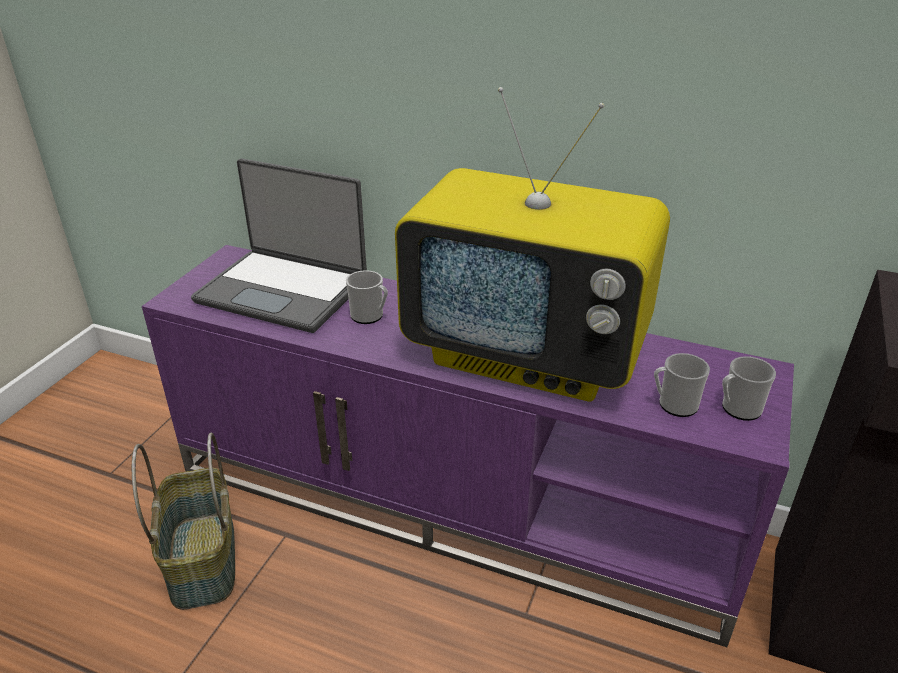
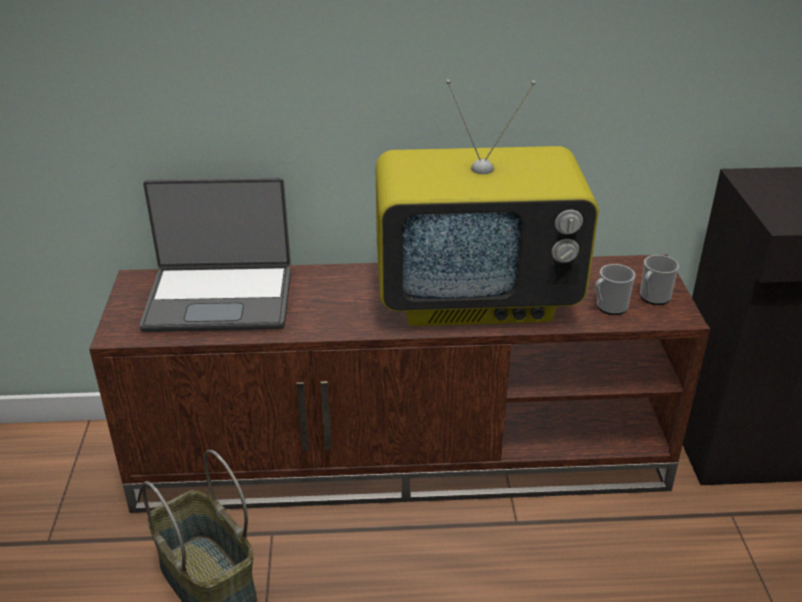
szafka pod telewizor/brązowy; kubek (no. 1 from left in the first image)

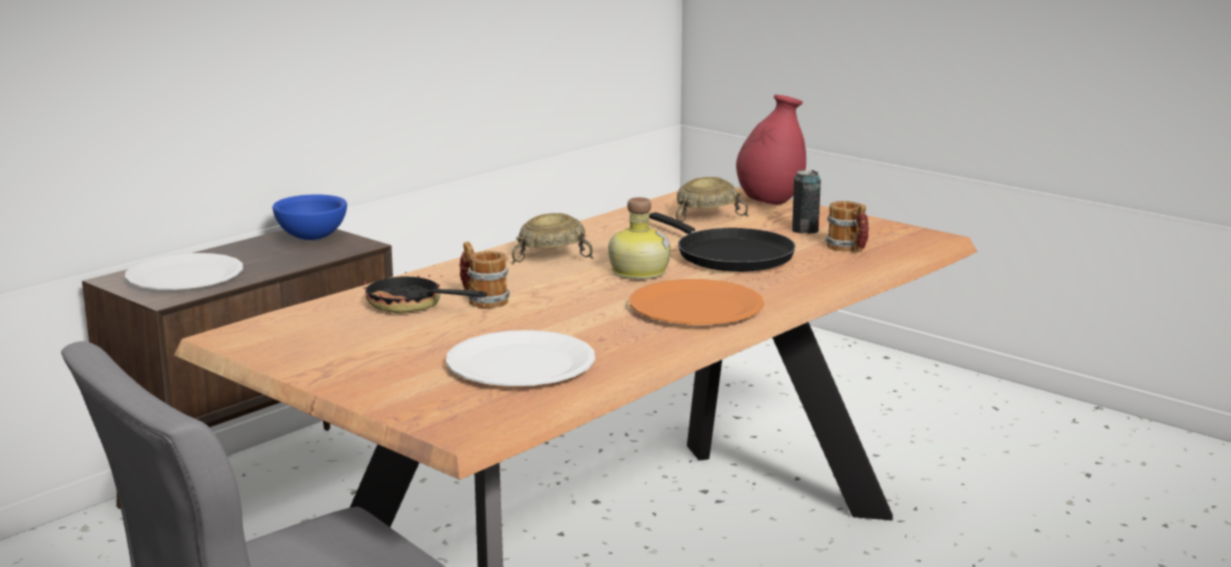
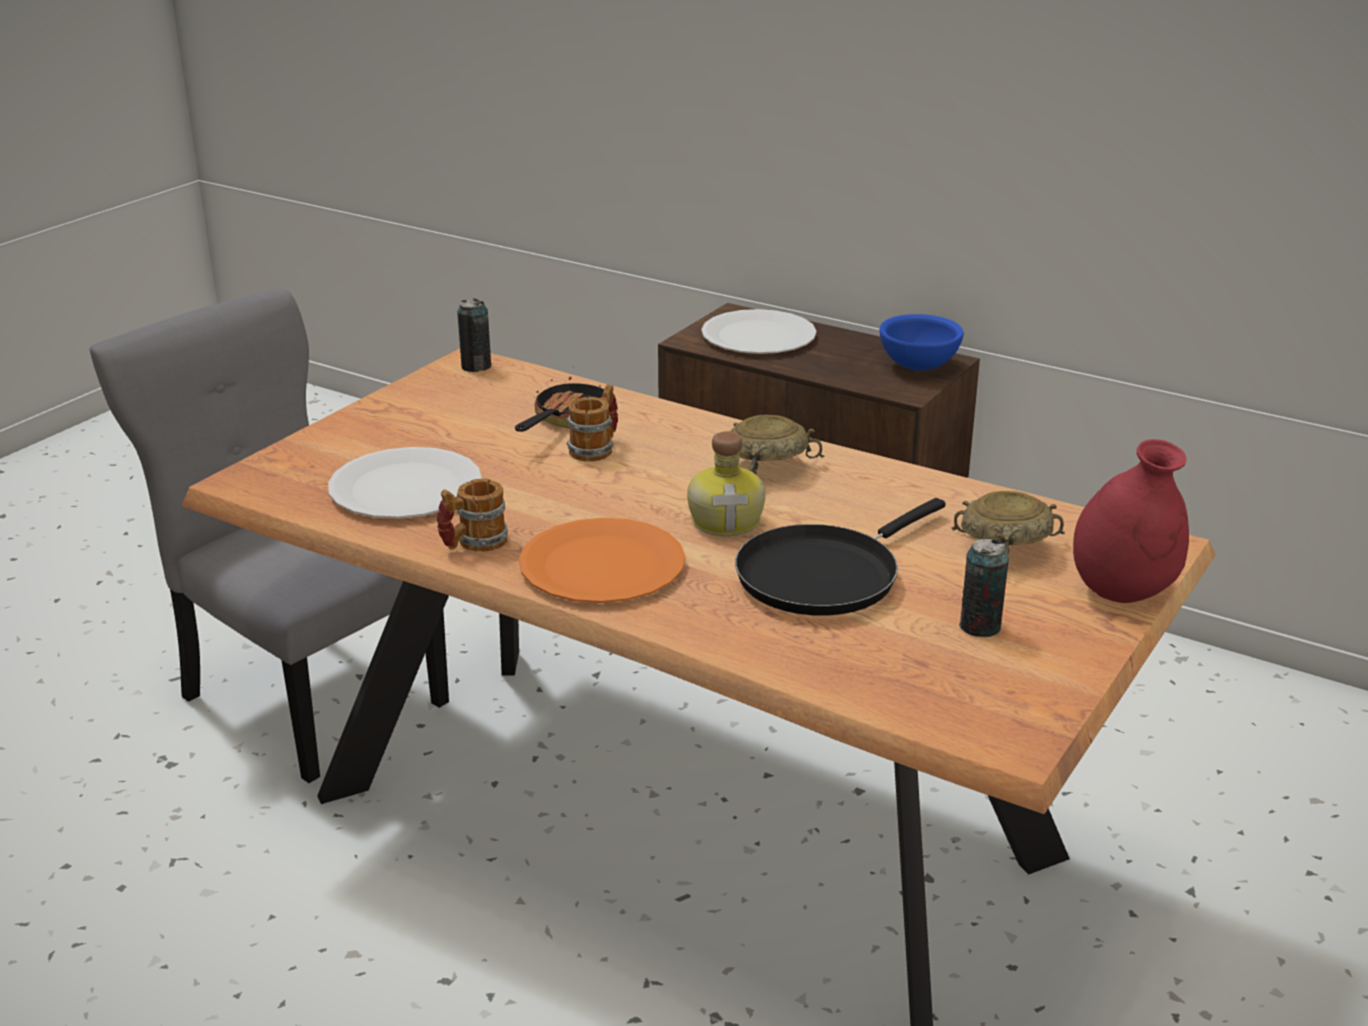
kubek (no. 1 from left); puszka (no. 1 from left)

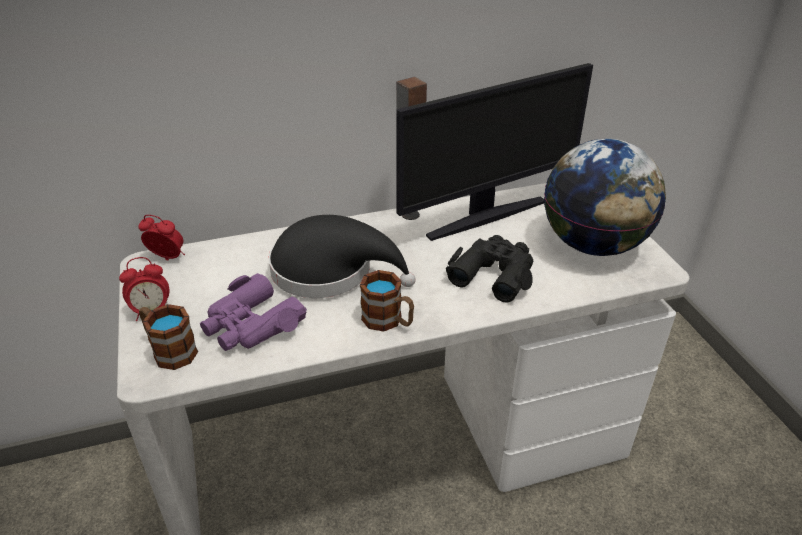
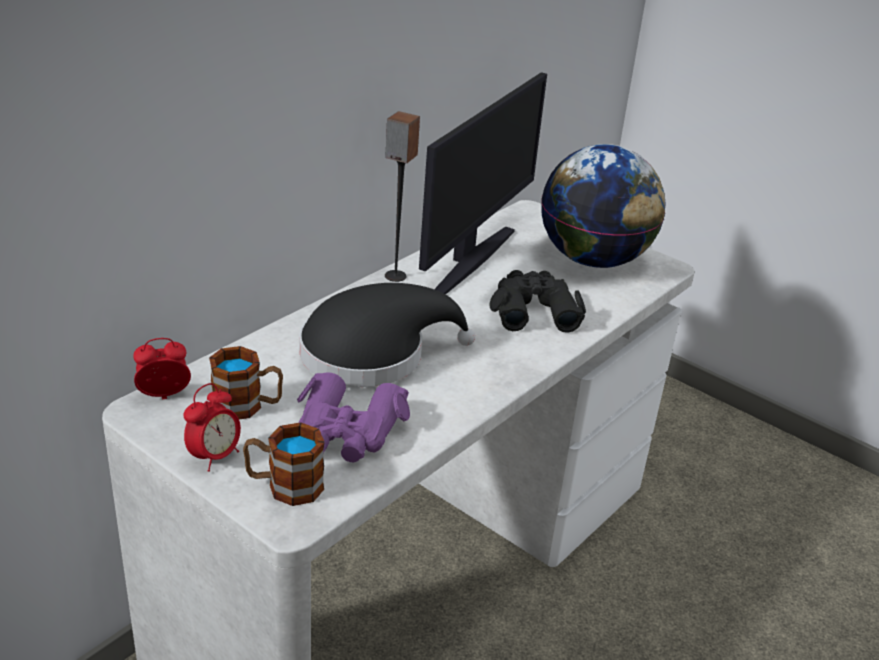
kubek (no. 1 from left)

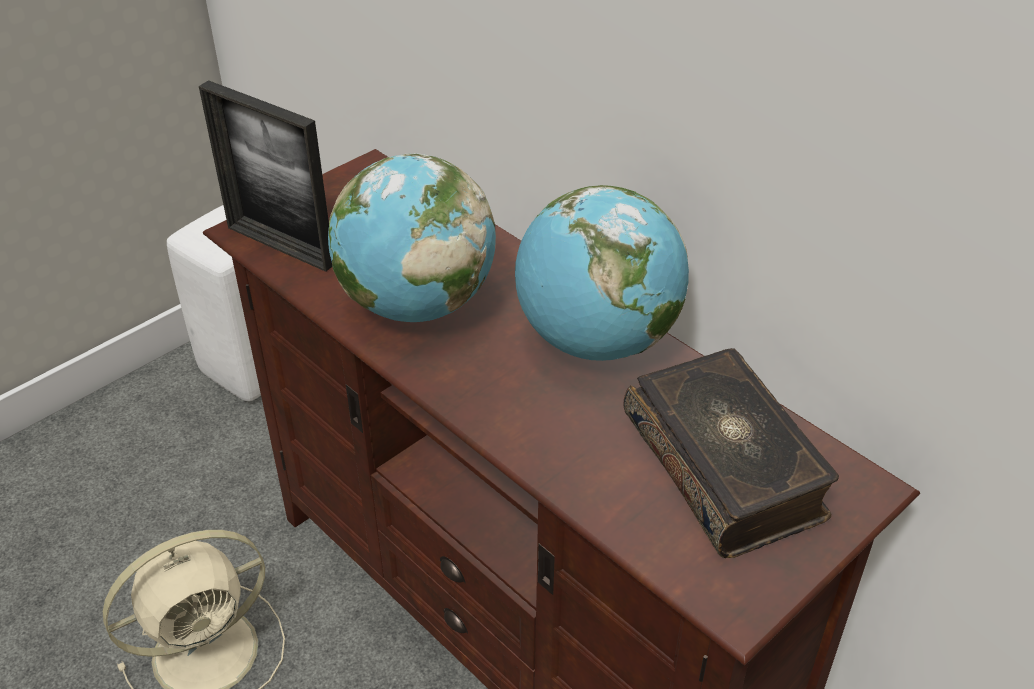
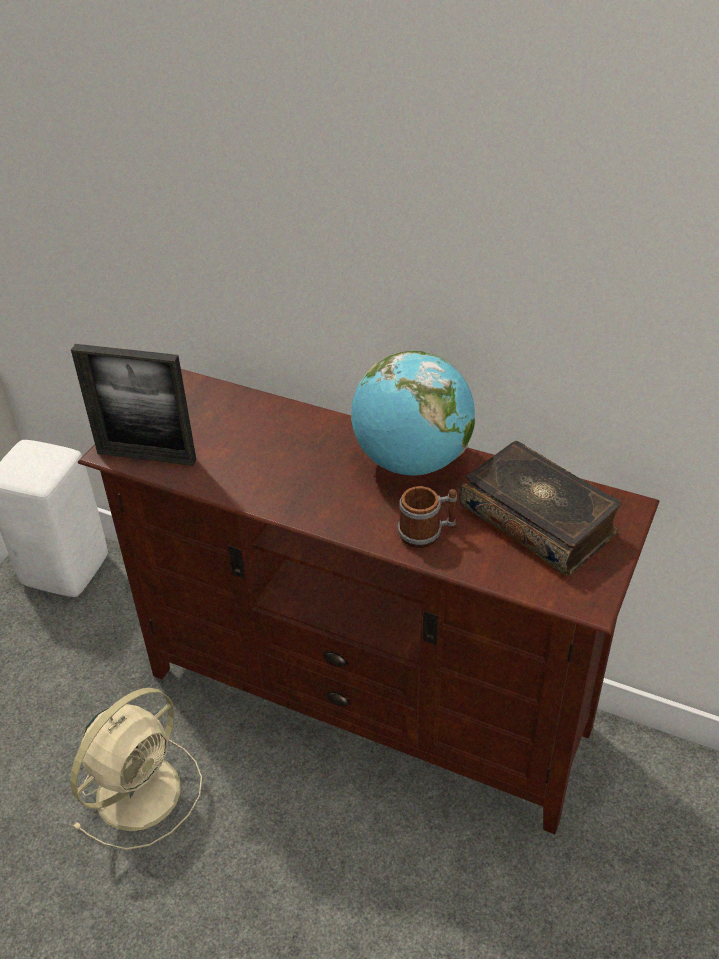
kubek; globus (no. 1 from left in the first image)

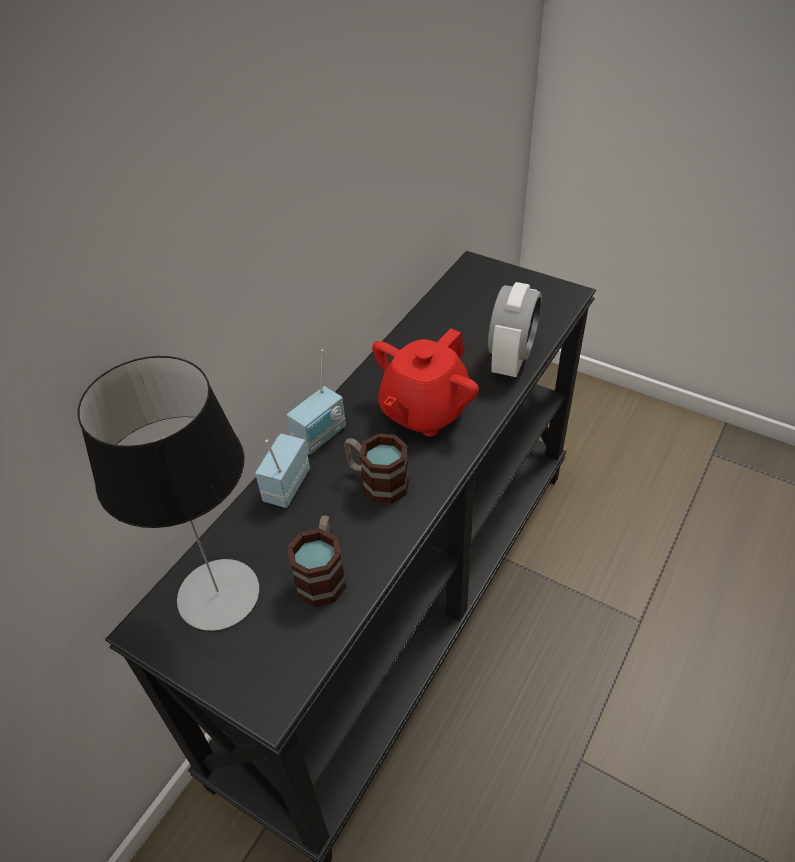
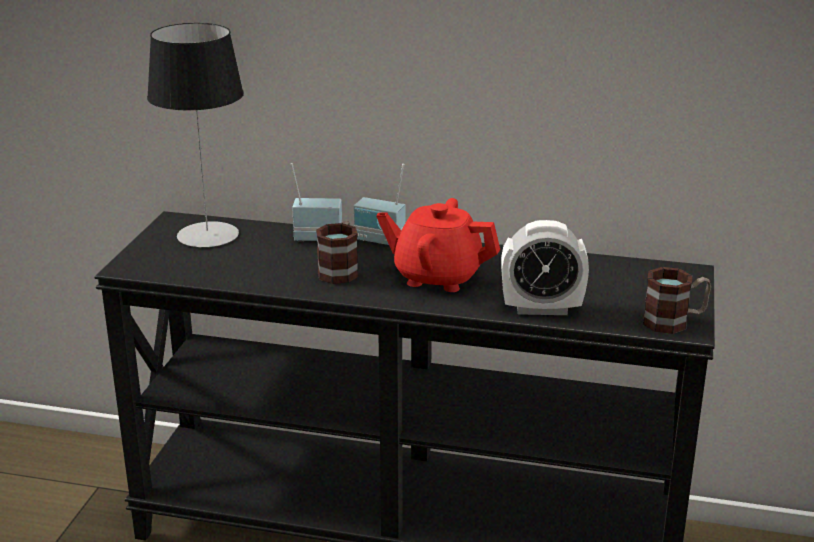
kubek (no. 2 from left)

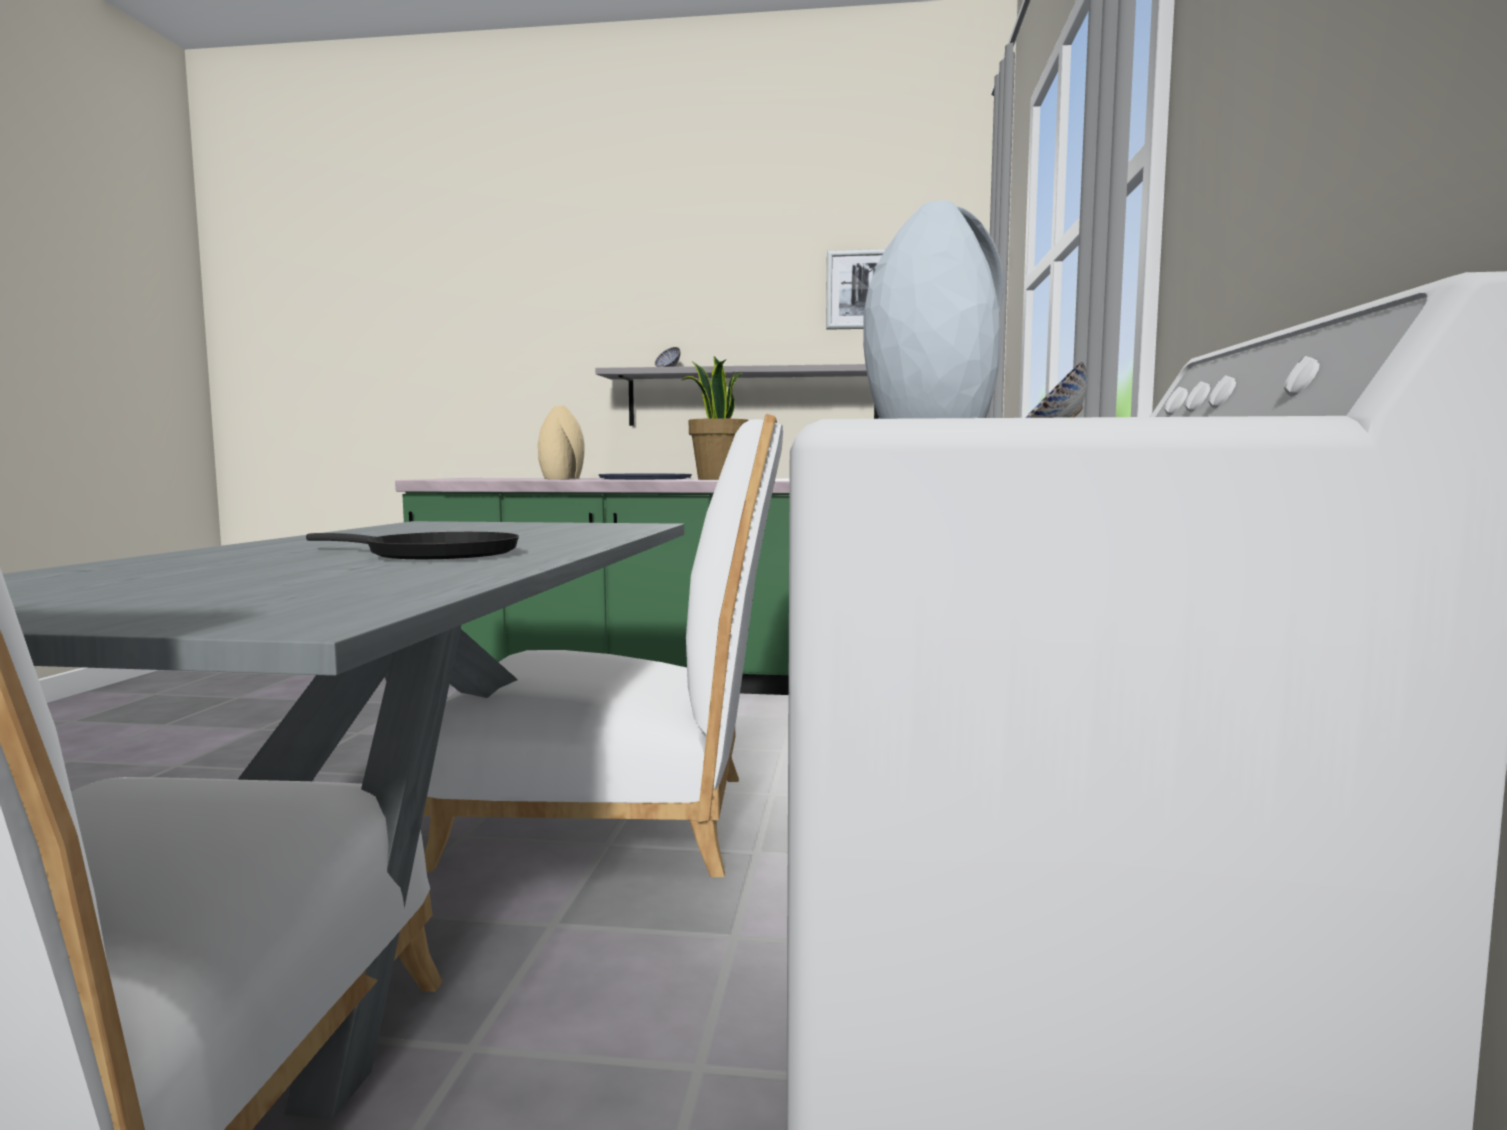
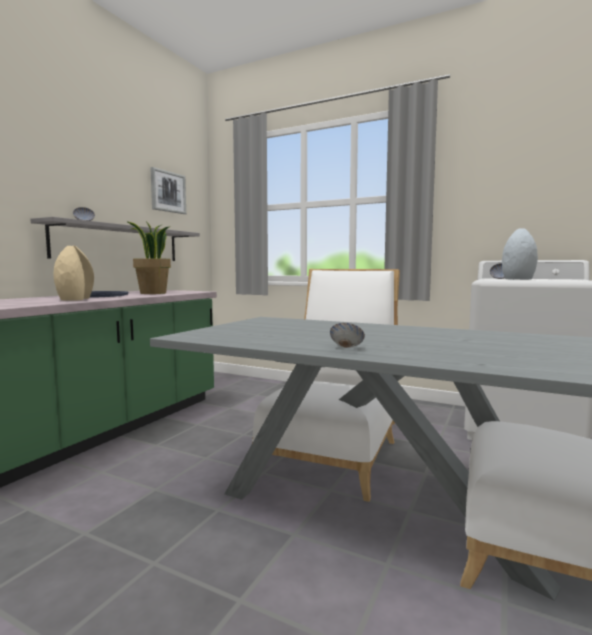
miska (no. 2 from left); patelnia/czarny

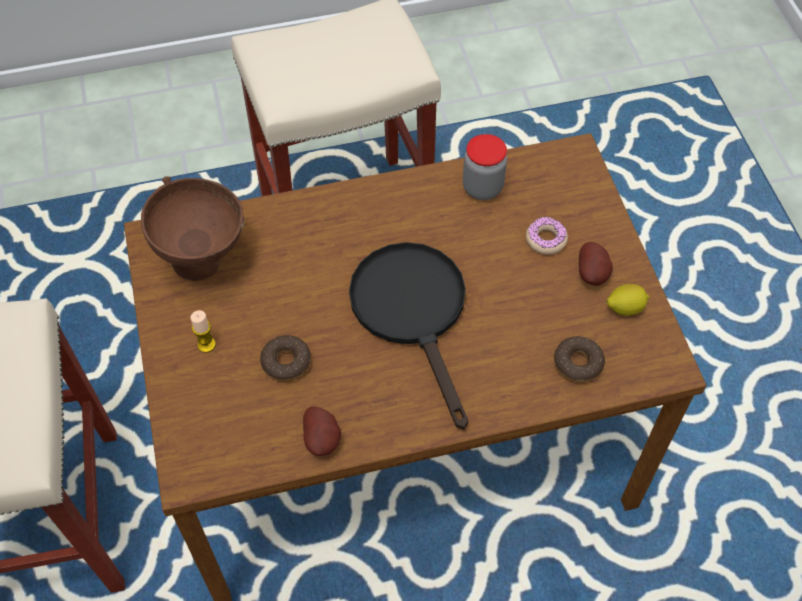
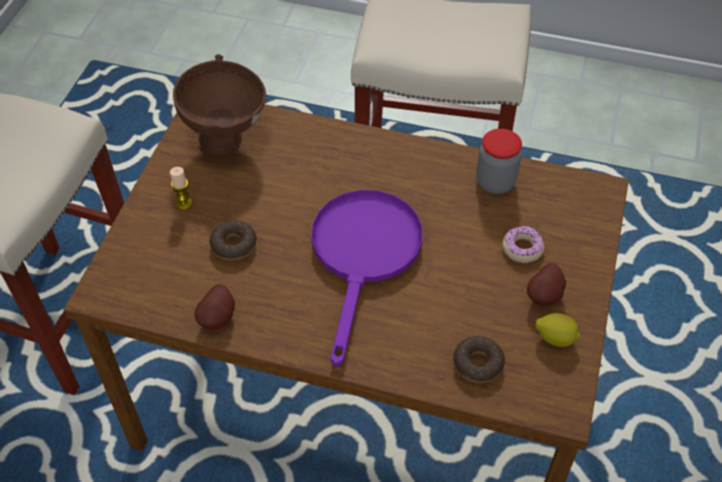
patelnia/fioletowy

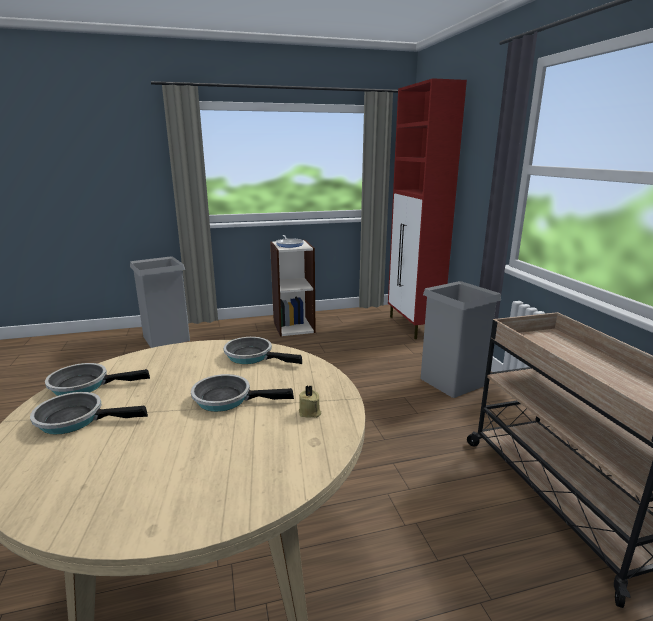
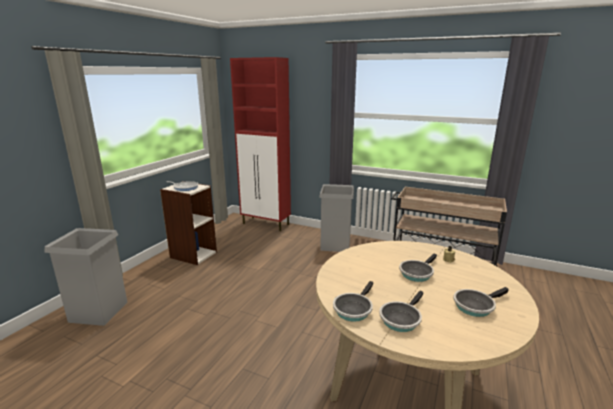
patelnia (no. 5 from left)

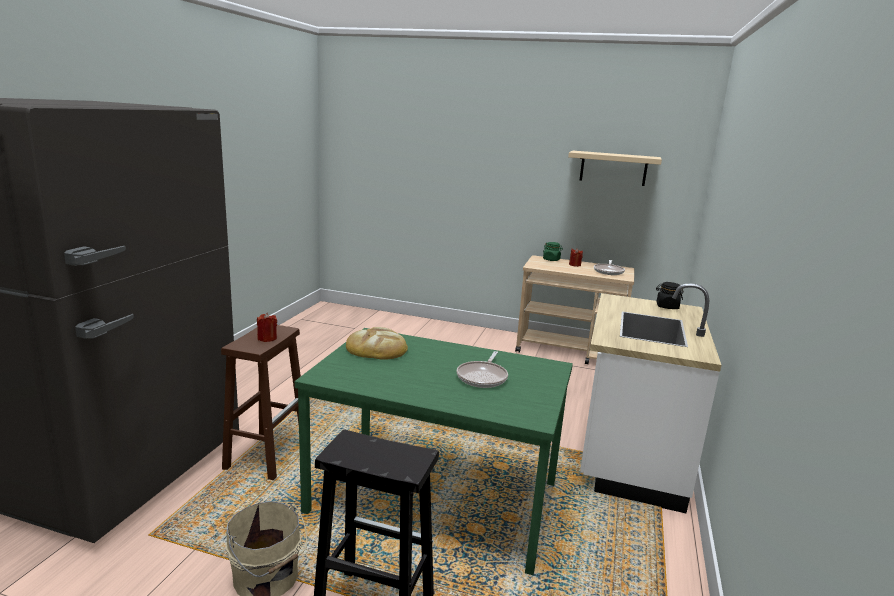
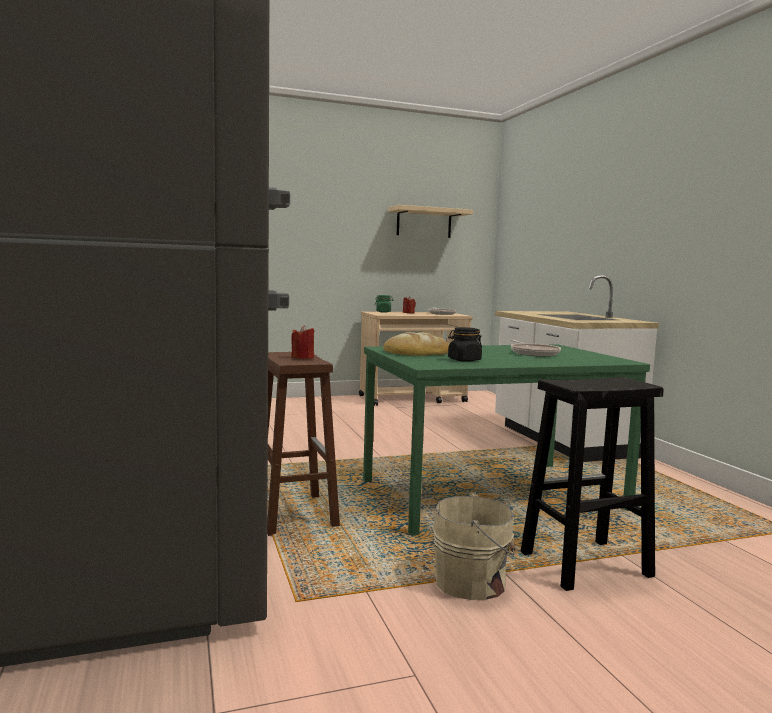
słoik/czarny

